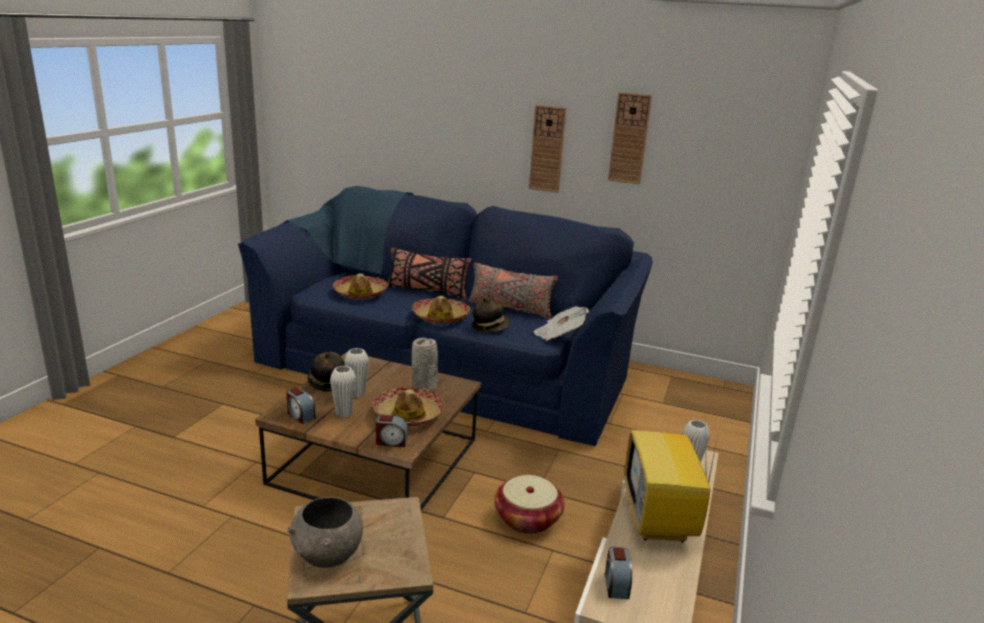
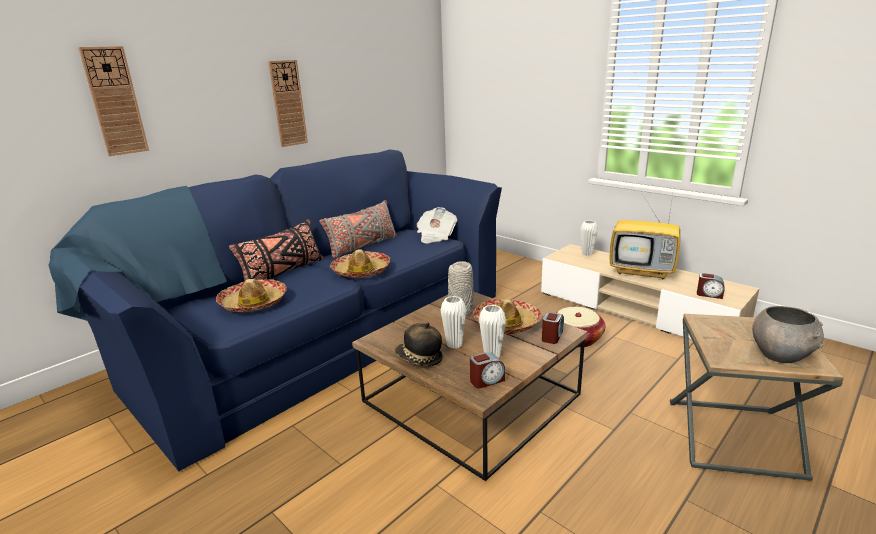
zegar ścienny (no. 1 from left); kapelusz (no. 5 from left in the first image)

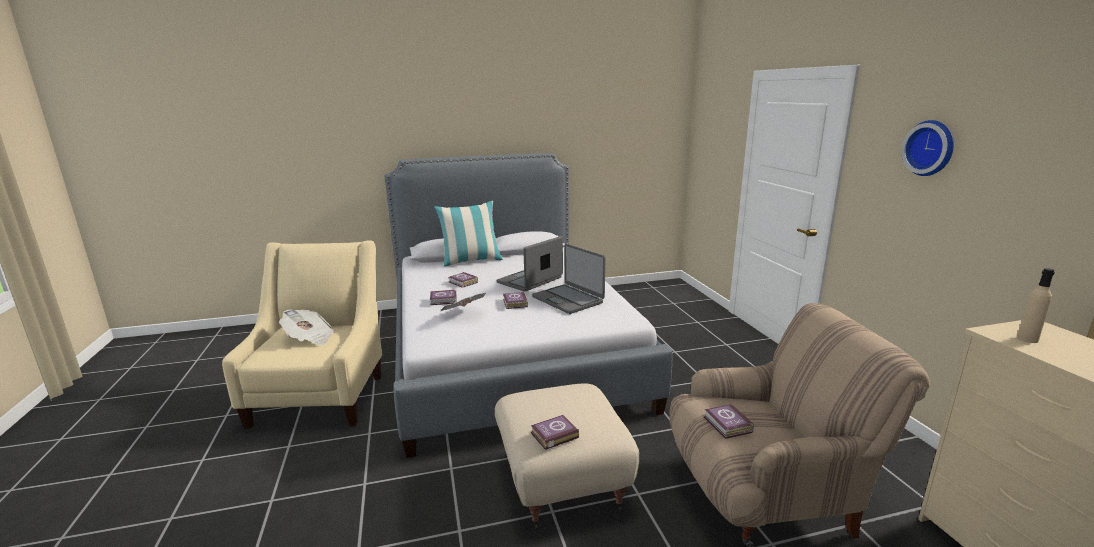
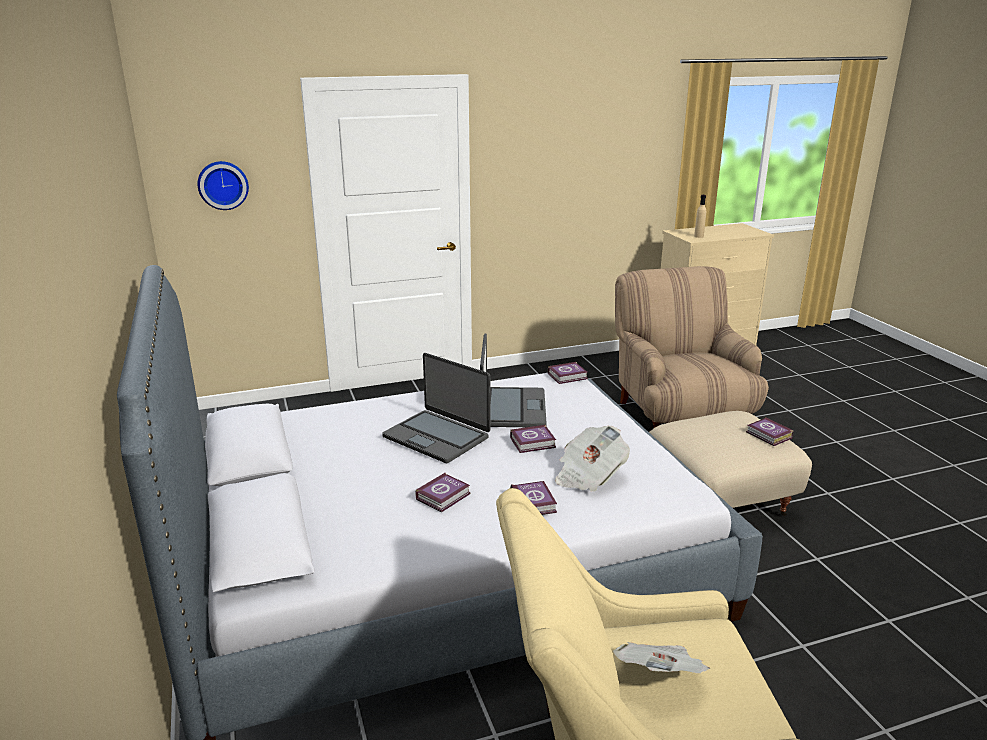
zegar ścienny; laptop (no. 2 from left); książka (no. 4 from left); poduszka

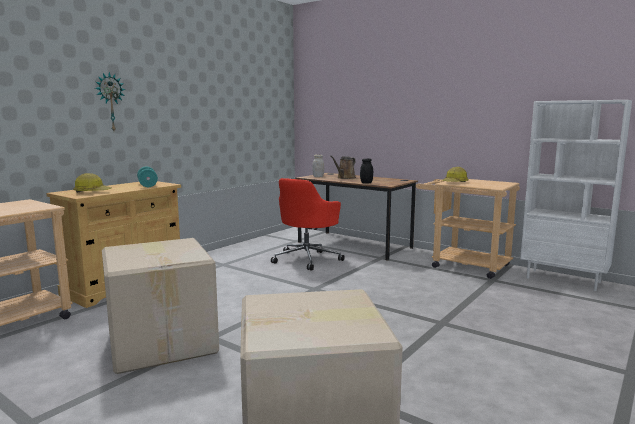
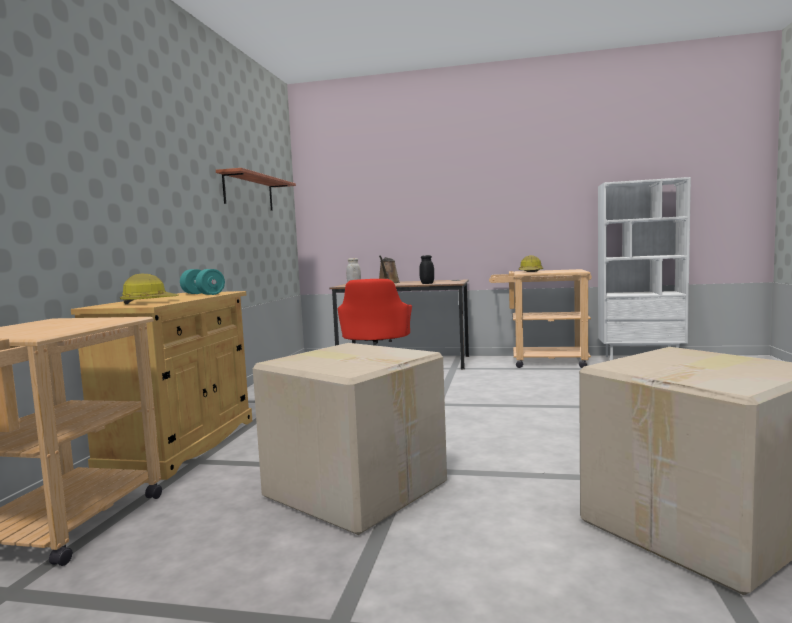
półka; zegar ścienny

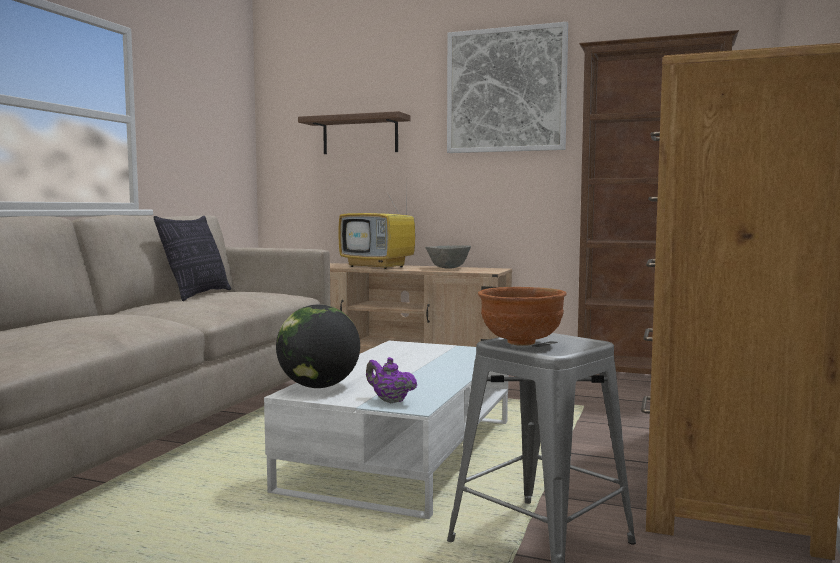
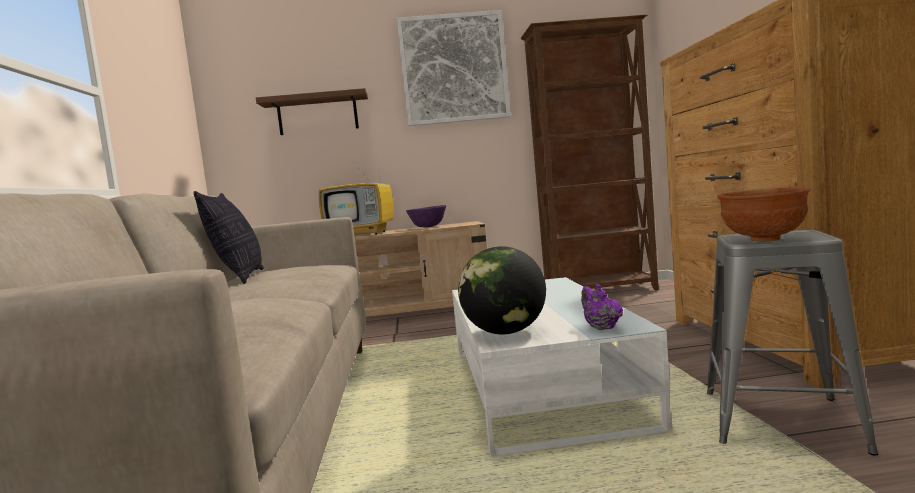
miska/fioletowy; imbryk/fioletowy

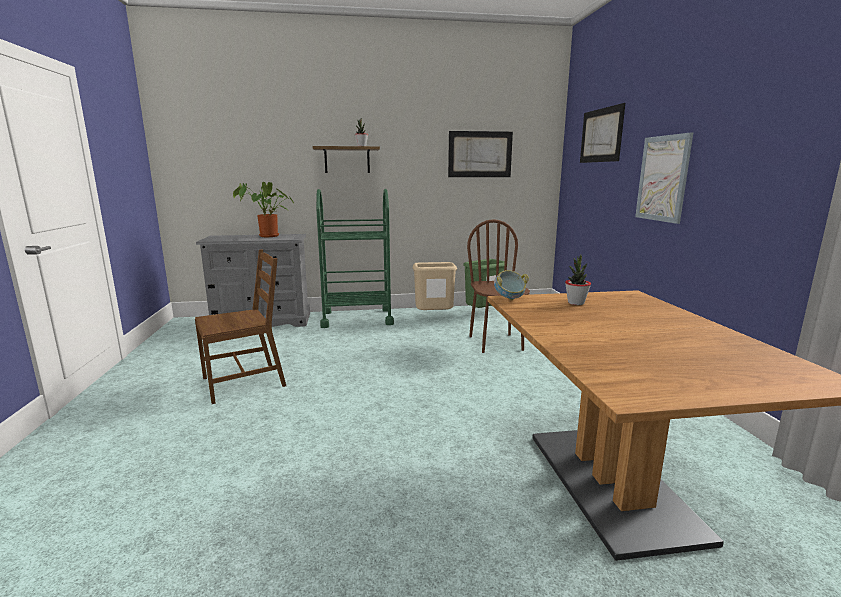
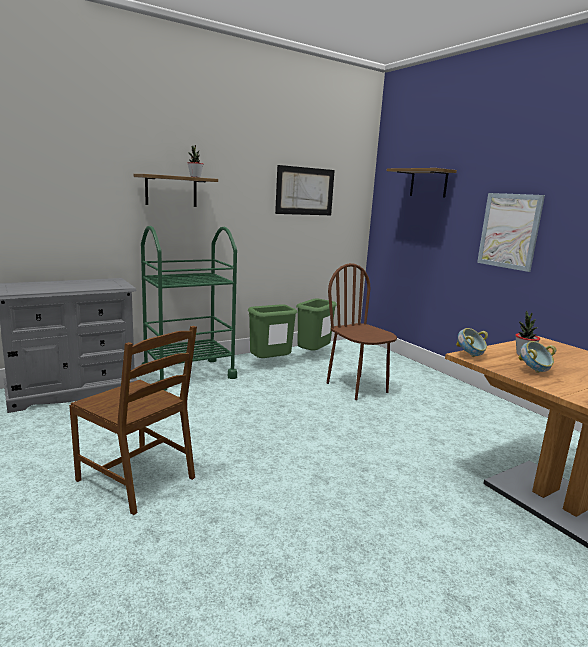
krzesło/brązowy (no. 1 from left); kosz na śmieci/zielony (no. 1 from left); półka (no. 2 from left); miska (no. 2 from left); roślina doniczkowa (no. 1 from left in the first image)

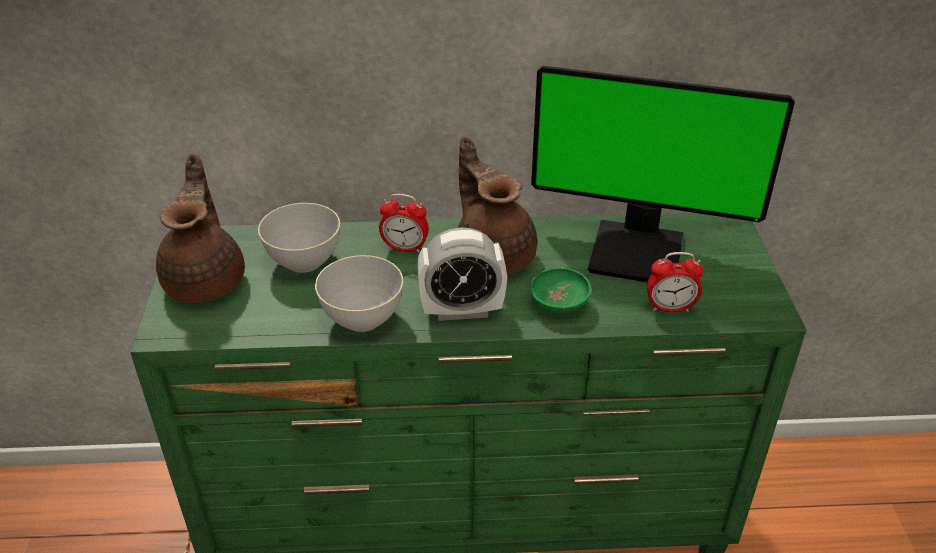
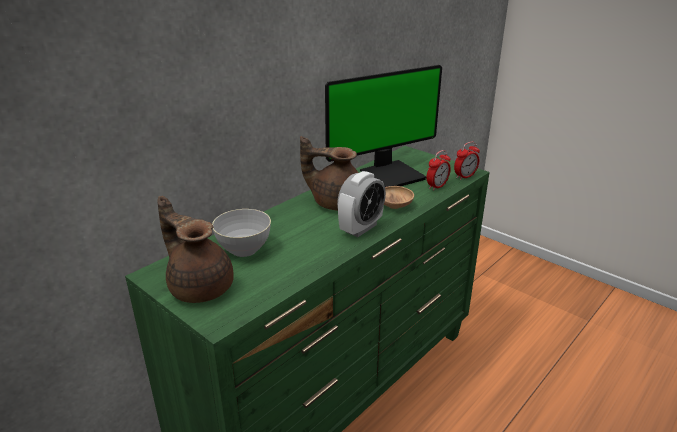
miska/brązowy; budzik (no. 3 from left); miska/szary (no. 2 from left in the first image)

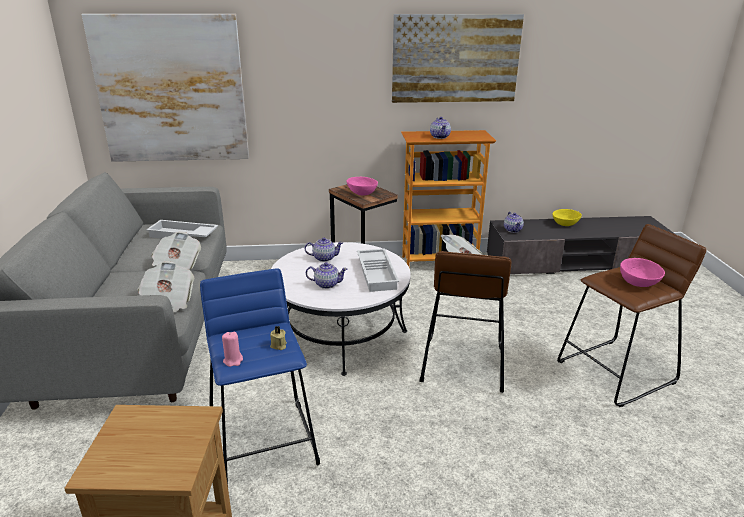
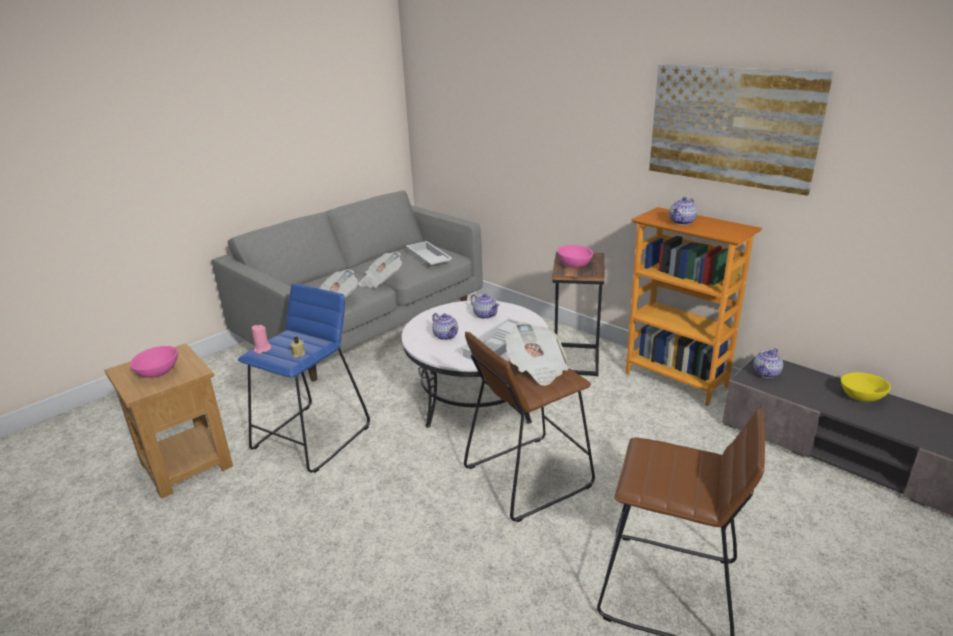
miska/różowy (no. 1 from left); obraz (no. 1 from left in the first image)

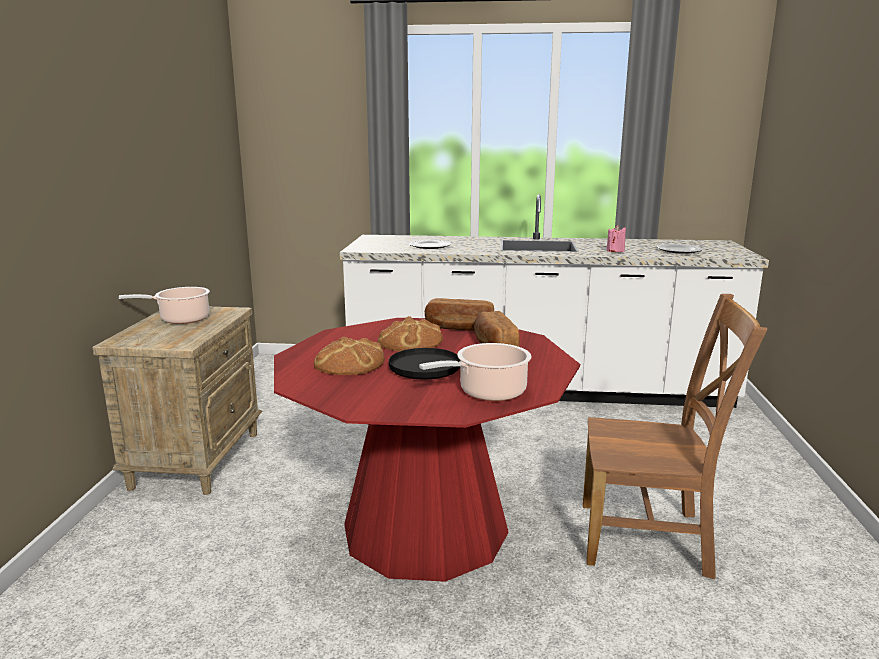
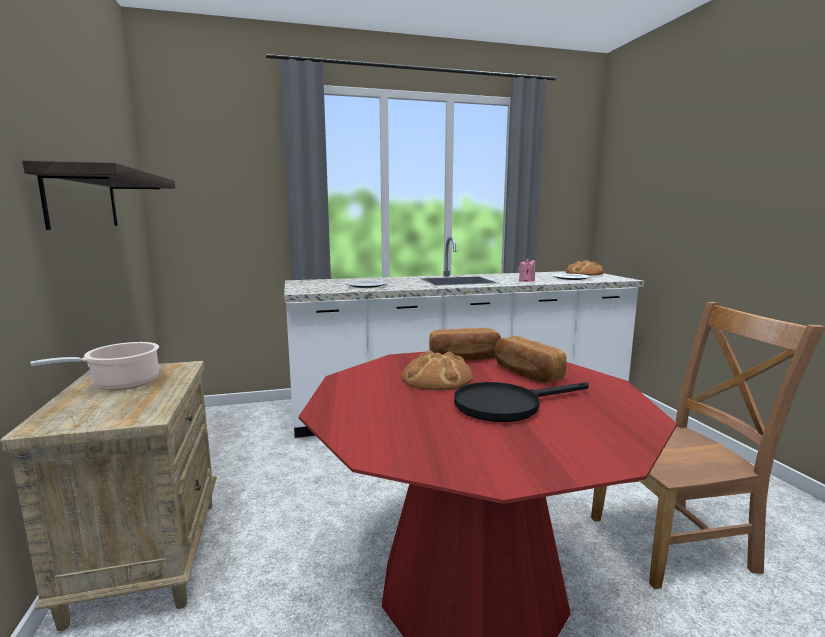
półka; chleb (no. 4 from left); garnek (no. 2 from left in the first image)

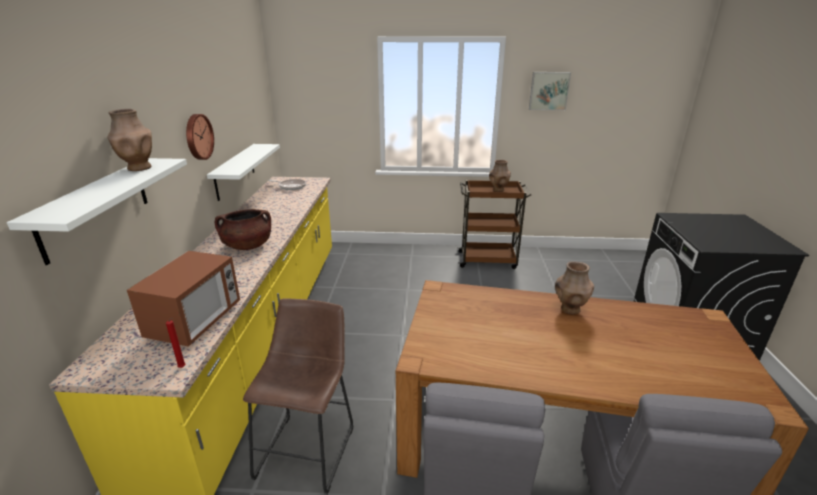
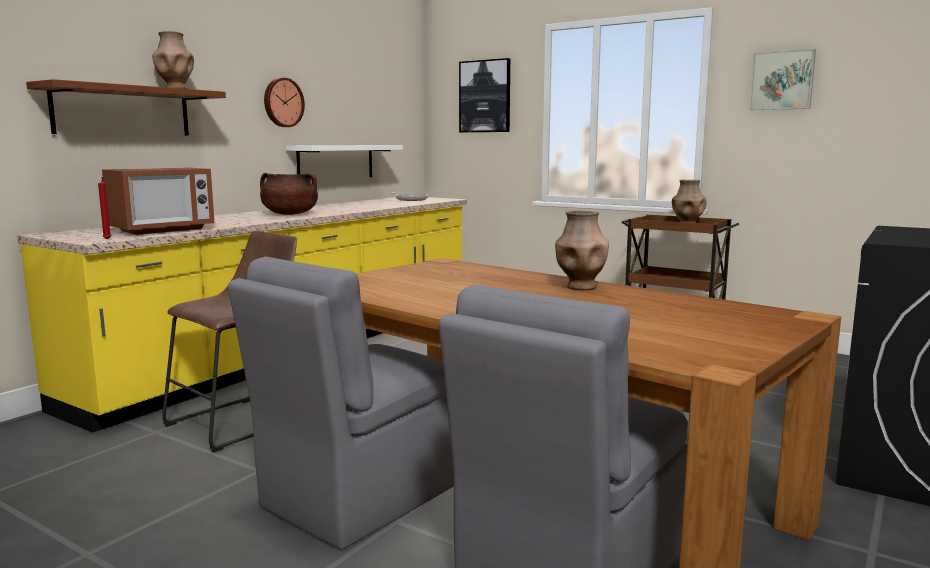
półka/brązowy; obraz (no. 1 from left)

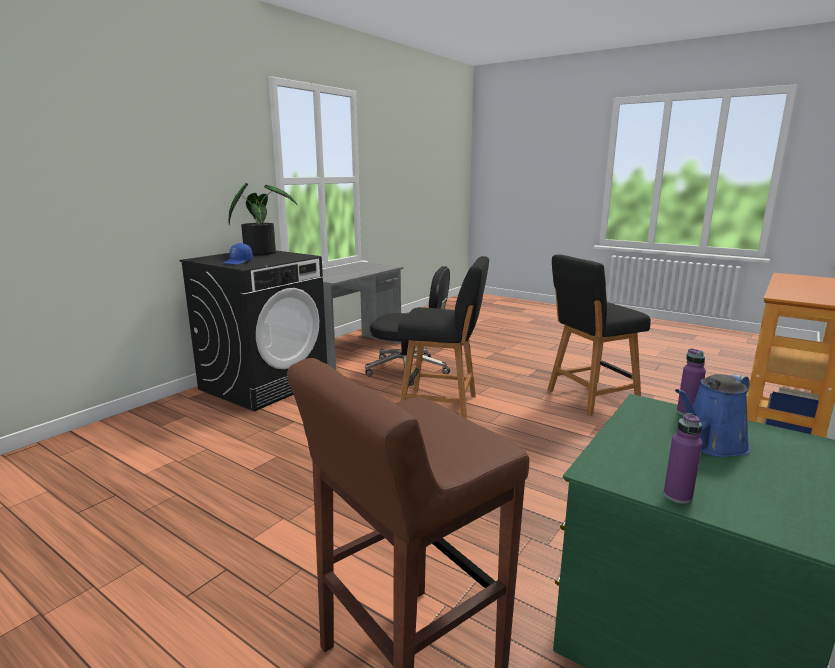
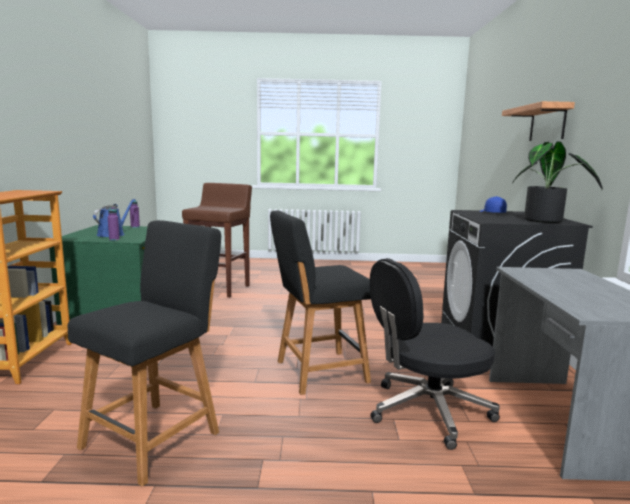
półka

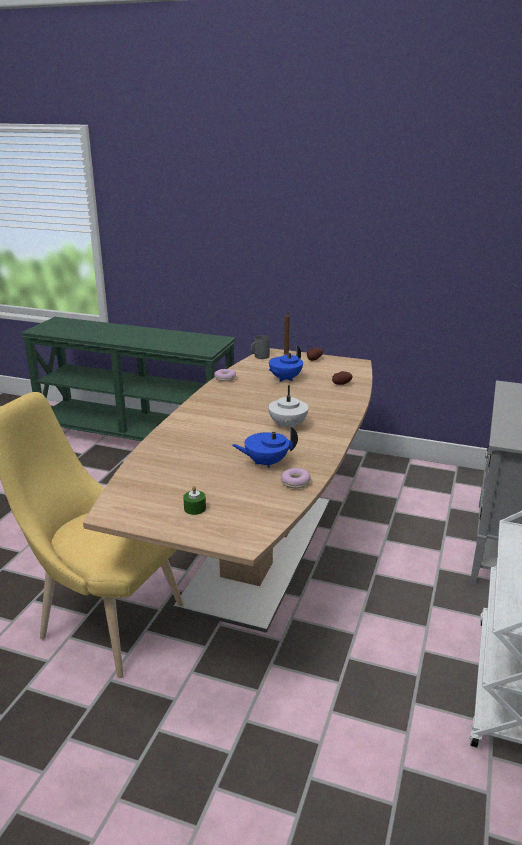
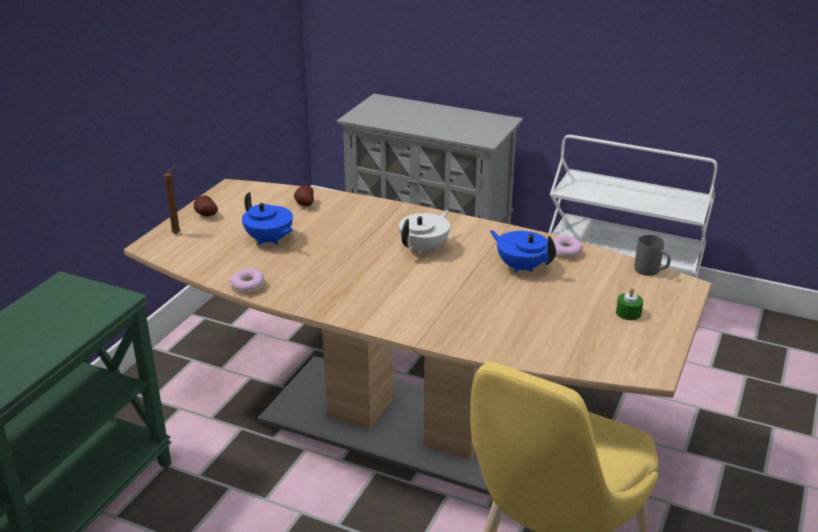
imbryk/biały; imbryk/niebieski (no. 2 from left); kubek/szary

